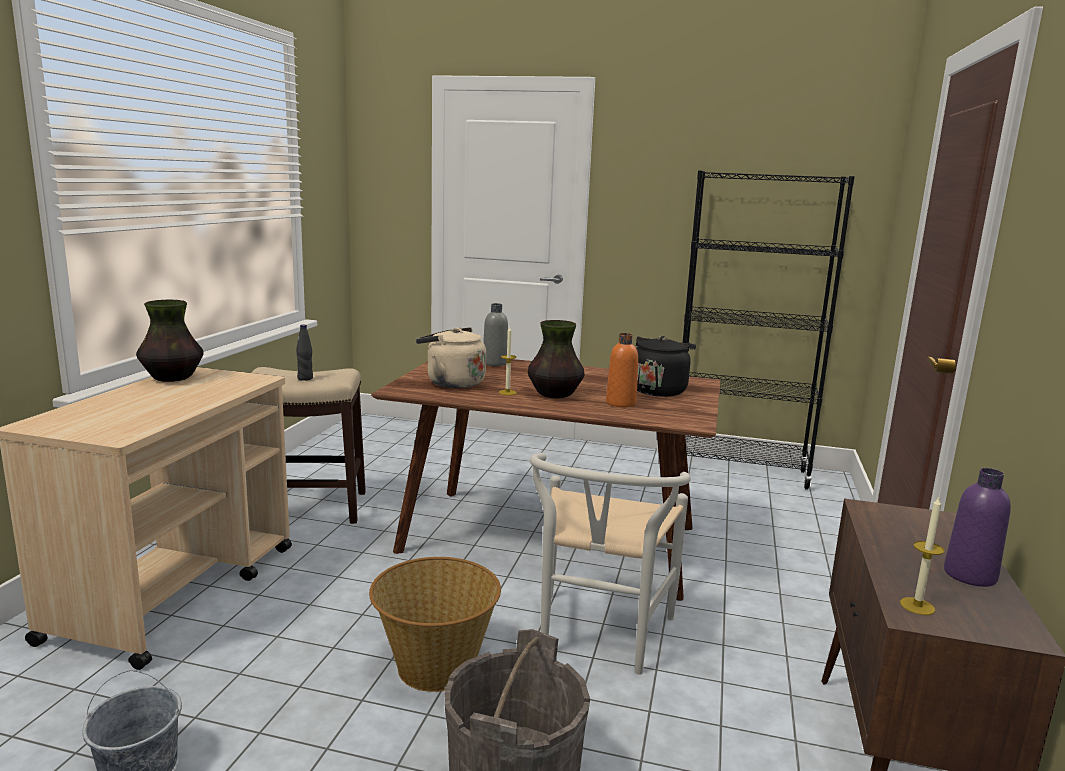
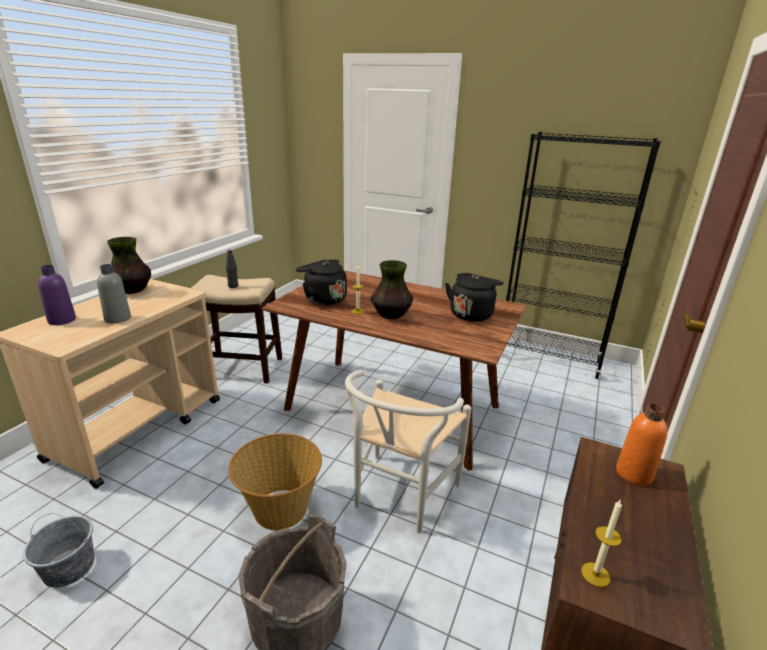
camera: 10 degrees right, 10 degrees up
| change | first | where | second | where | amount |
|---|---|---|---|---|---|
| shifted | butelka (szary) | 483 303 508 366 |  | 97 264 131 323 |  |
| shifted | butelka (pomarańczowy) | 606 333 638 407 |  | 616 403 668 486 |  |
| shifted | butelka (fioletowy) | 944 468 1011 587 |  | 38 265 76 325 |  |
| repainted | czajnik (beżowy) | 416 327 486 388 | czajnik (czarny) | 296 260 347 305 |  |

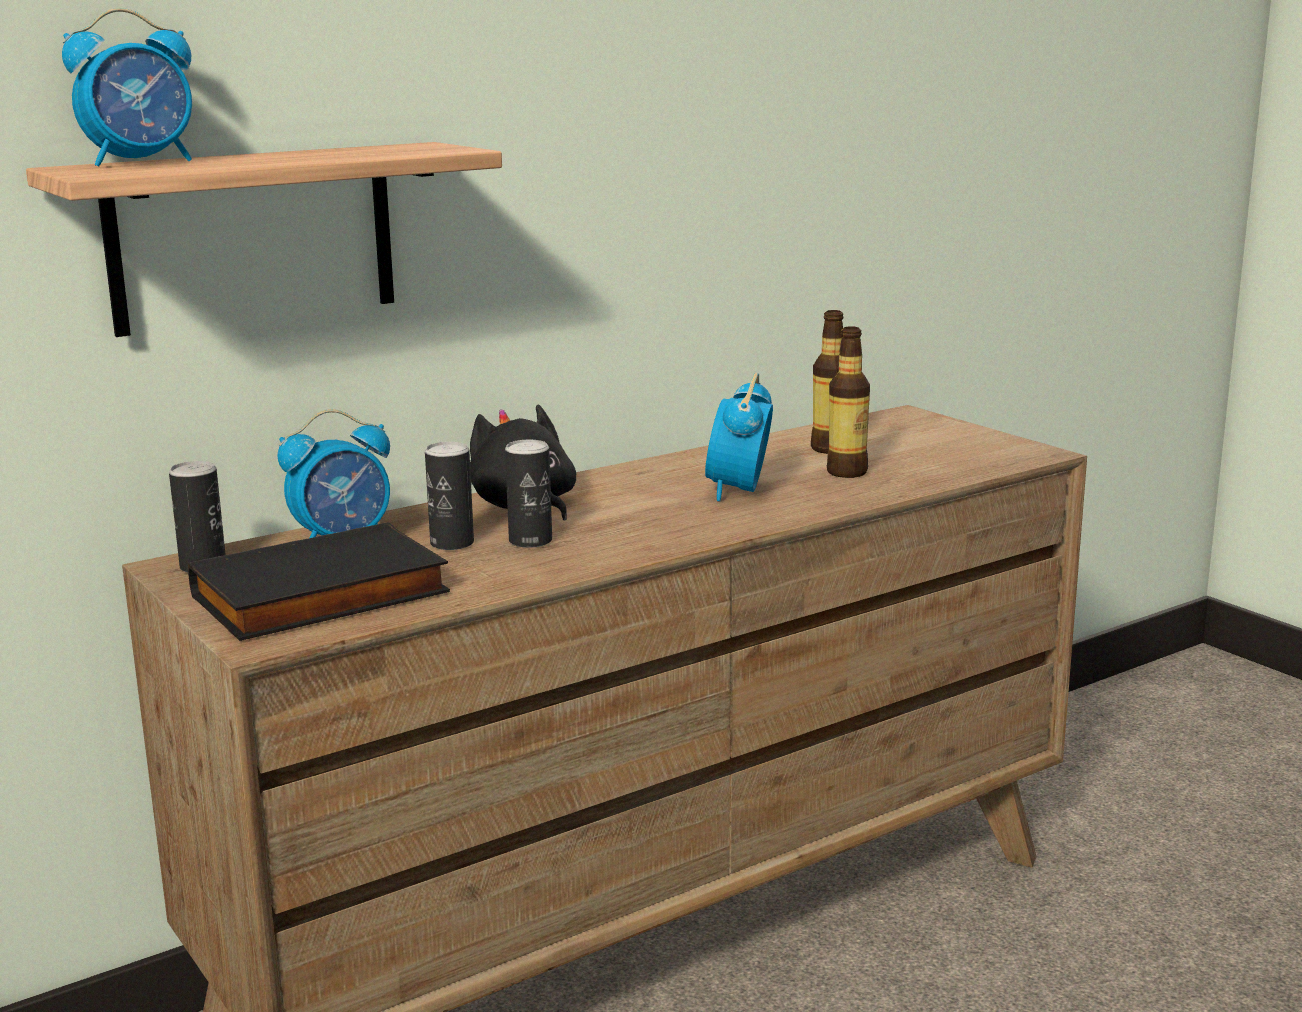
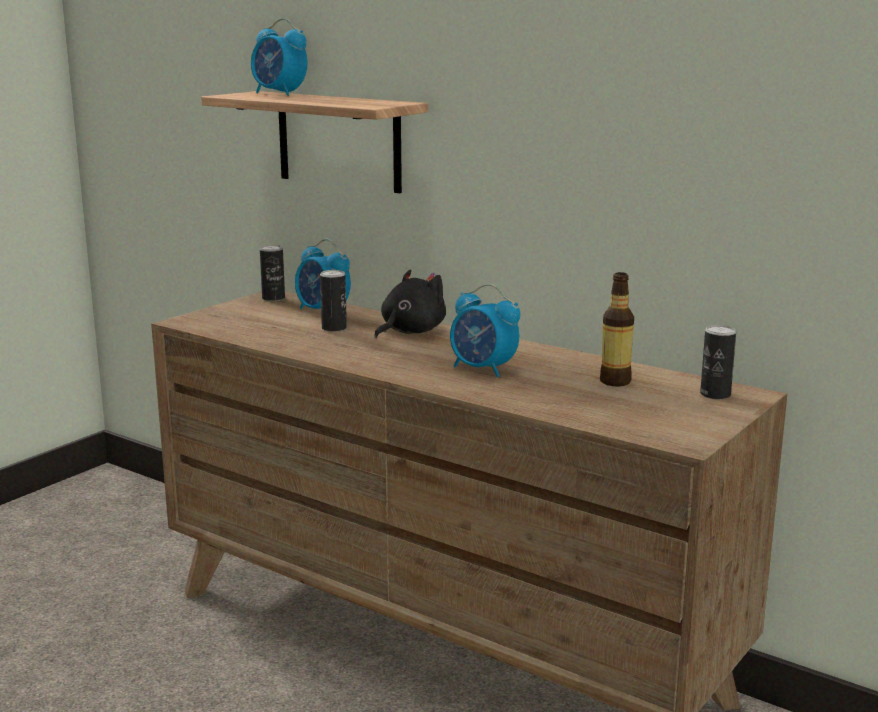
camera: 70 degrees right, 0 degrees up
| change | first | where | second | where | amount |
|---|---|---|---|---|---|
| gone | książka (czarny) | 188 522 450 641 |  |  |  |
| gone | butelka | 827 326 870 478 |  |  |  |
| shifted | puszka | 505 440 552 548 |  | 700 325 736 399 |  |
| rotated | budzik | 705 373 773 501 |  | 450 284 520 377 | 135 degrees counterclockwise |

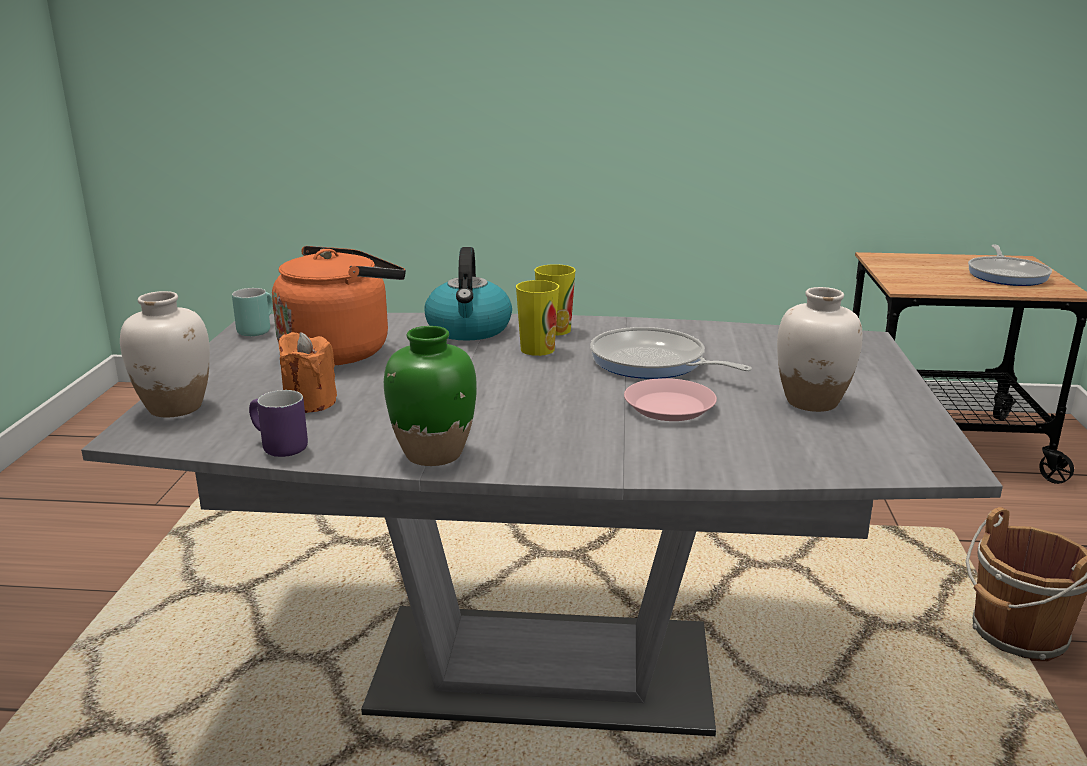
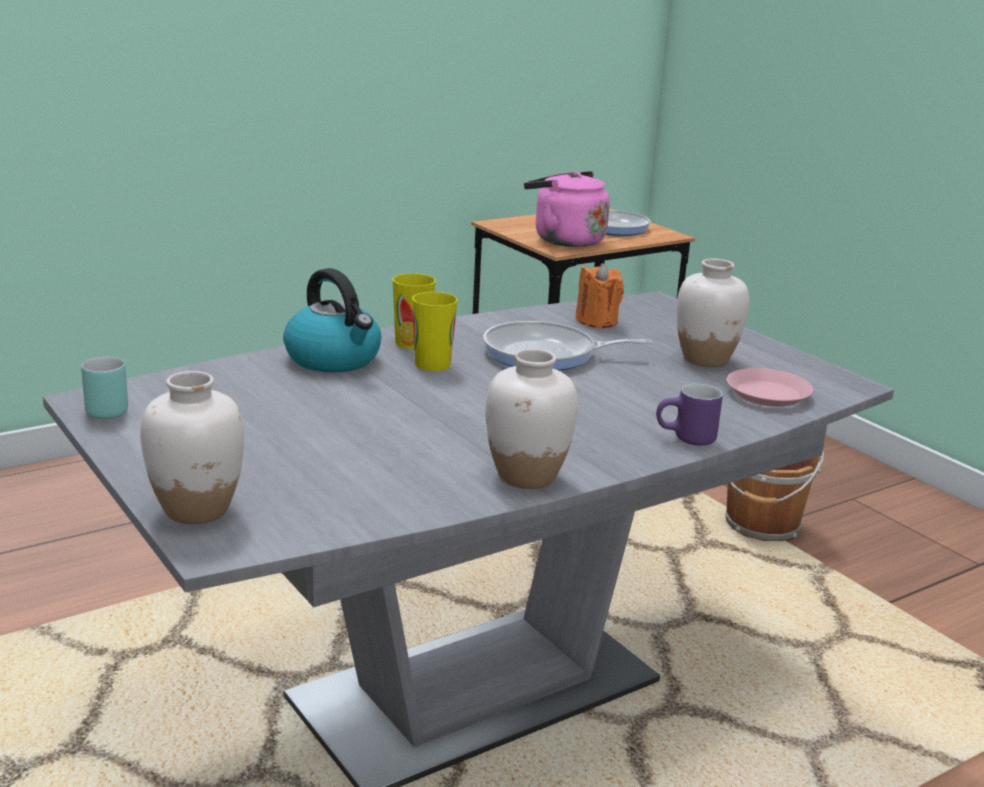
camera: 40 degrees left, 0 degrees up
| change | first | where | second | where | amount |
|---|---|---|---|---|---|
| gone | czajnik (pomarańczowy) | 272 246 406 365 |  |  |  |
| new |  |  | czajnik (różowy) | 524 171 610 247 |  |
| shifted | kubek (fioletowy) | 249 390 308 457 |  | 656 384 723 445 |  |
| shifted | świeca (pomarańczowy) | 278 332 337 413 |  | 575 263 624 328 |  |
| shifted | talerz (różowy) | 624 378 717 421 |  | 727 368 813 407 |  |
| repainted | wazon (zielony) | 384 326 477 466 | wazon (biały) | 486 349 578 489 |  |

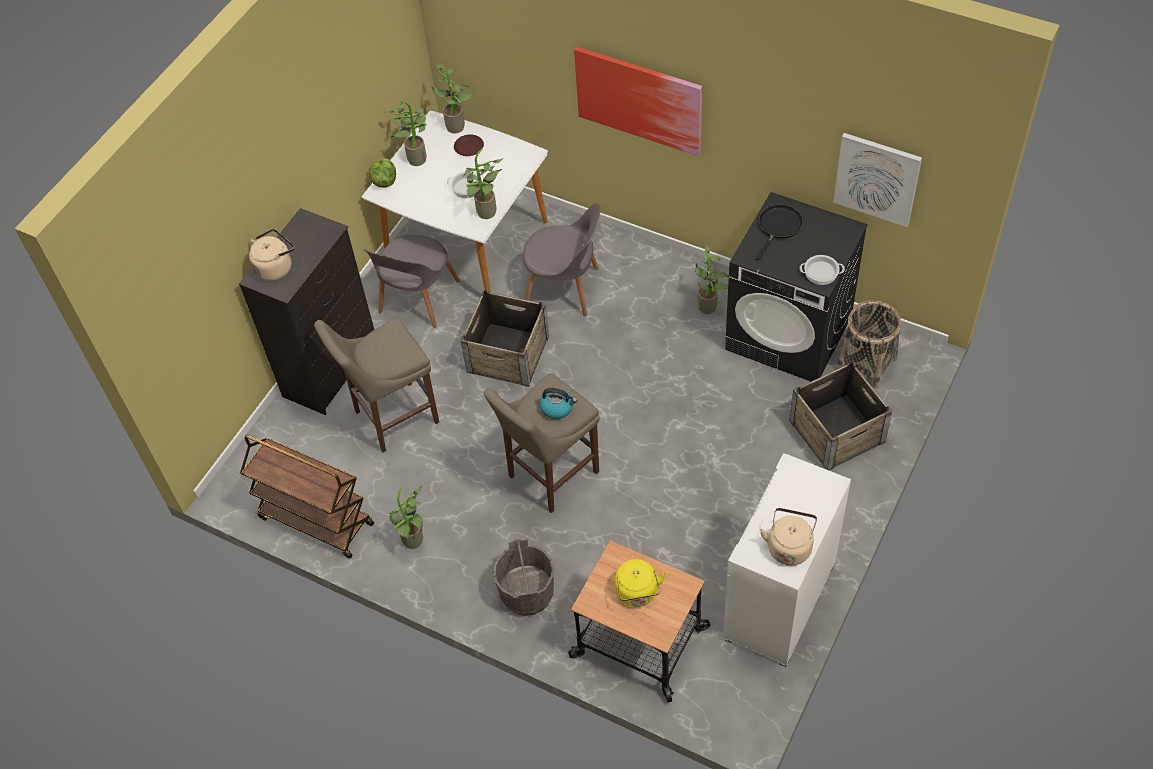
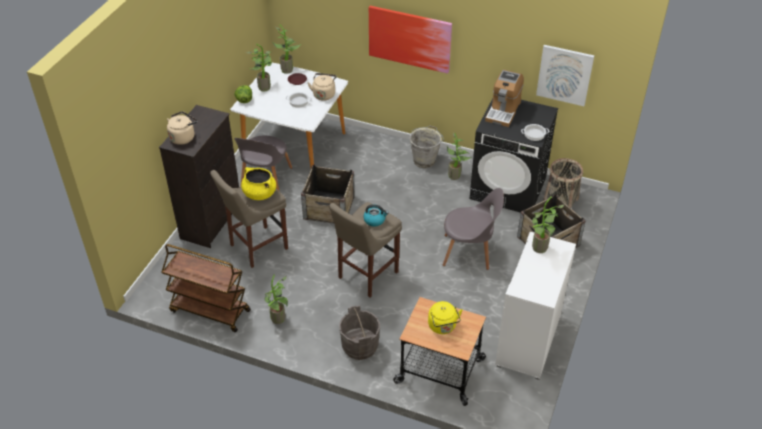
camera: 10 degrees left, 10 degrees down
| change | first | where | second | where | amount |
|---|---|---|---|---|---|
| new |  |  | garnek (żółty) | 241 167 276 200 |  |
| new |  |  | wiadro (szary) | 409 126 444 168 |  |
| shifted | roślina doniczkowa | 463 148 503 219 |  | 532 197 565 253 |  |
| shifted | krzesło (szary) | 523 203 601 316 |  | 443 188 504 270 |  |
| shifted | czajnik (beżowy) | 760 508 817 566 |  | 308 73 336 101 |  |
| swapped | patelnia (czarny) | 757 204 803 260 | ekspres do kawy | 485 70 524 127 |  |

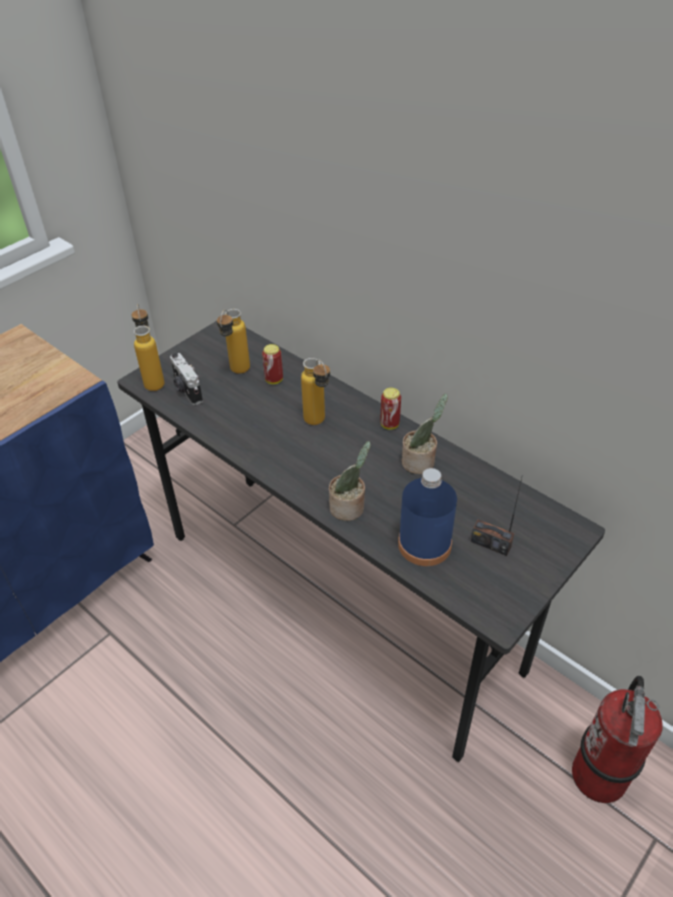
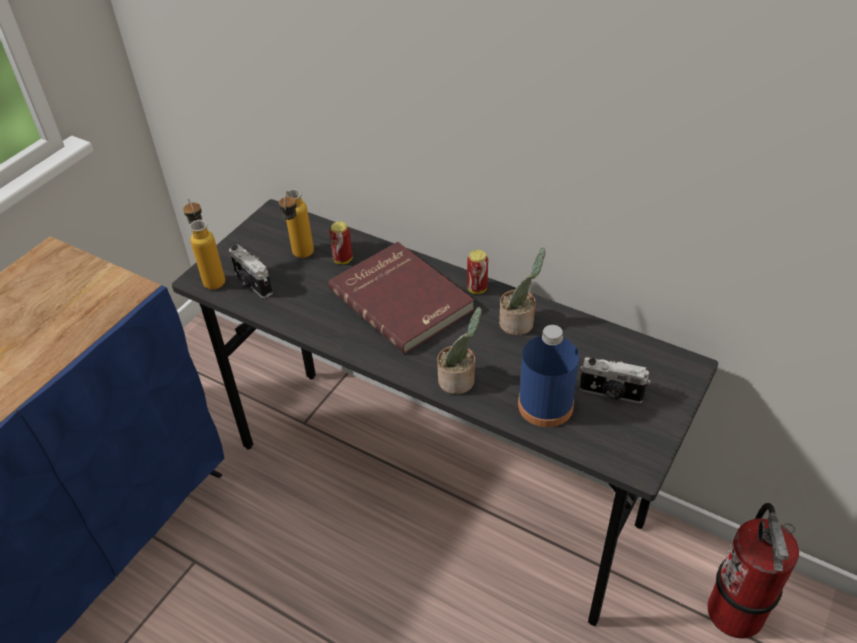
camera: 10 degrees left, 0 degrees up
| change | first | where | second | where | amount |
|---|---|---|---|---|---|
| swapped | butelka | 301 358 330 425 | książka (czerwony) | 328 242 475 354 |  |
| swapped | radio | 471 478 522 556 | aparat fotograficzny | 580 357 650 403 |  |

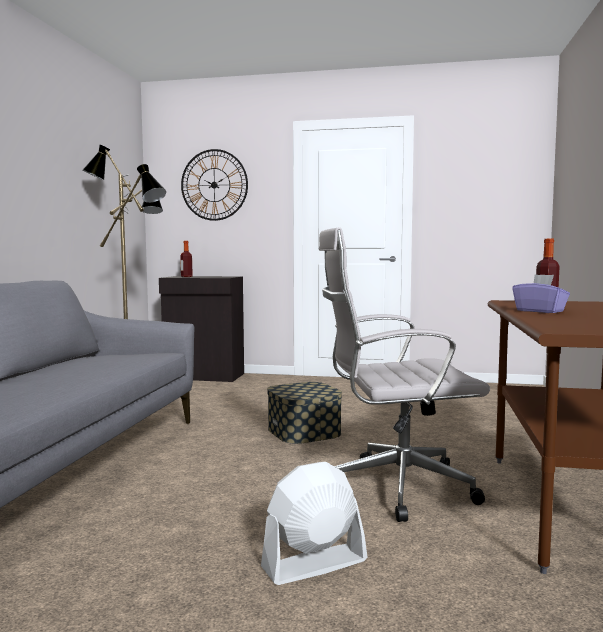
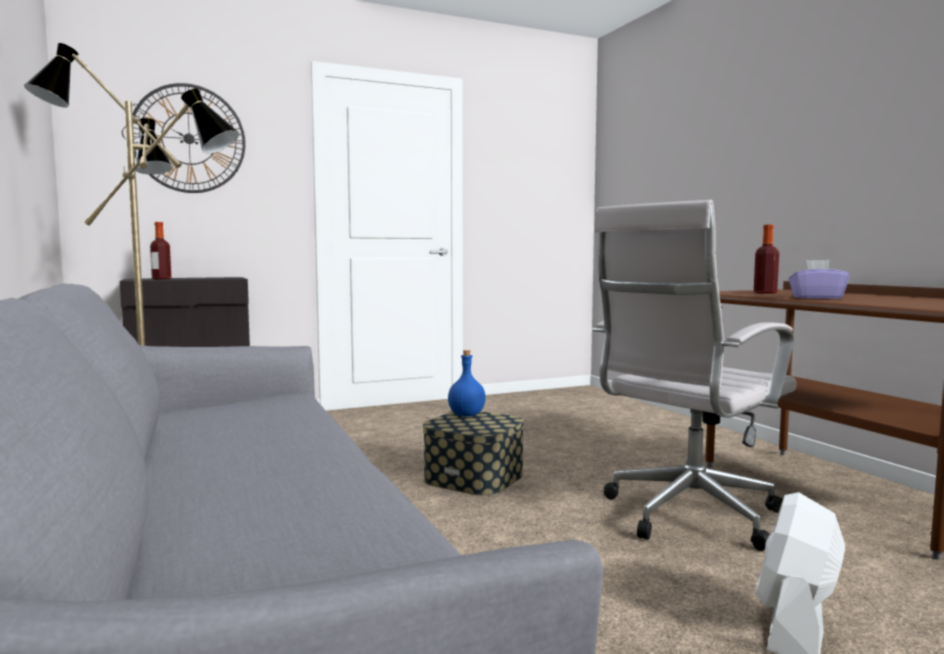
camera: 35 degrees left, 0 degrees up
| change | first | where | second | where | amount |
|---|---|---|---|---|---|
| new |  |  | butelka (niebieski) | 448 350 486 417 |  |

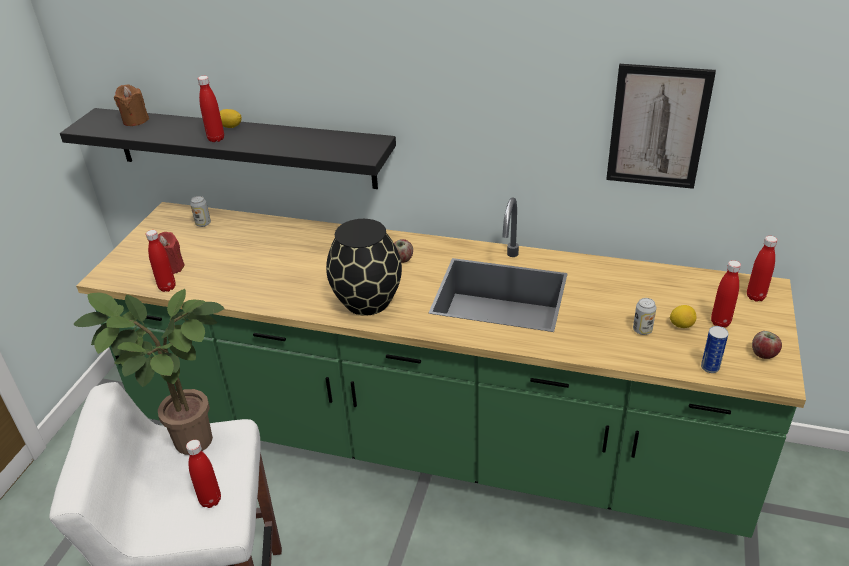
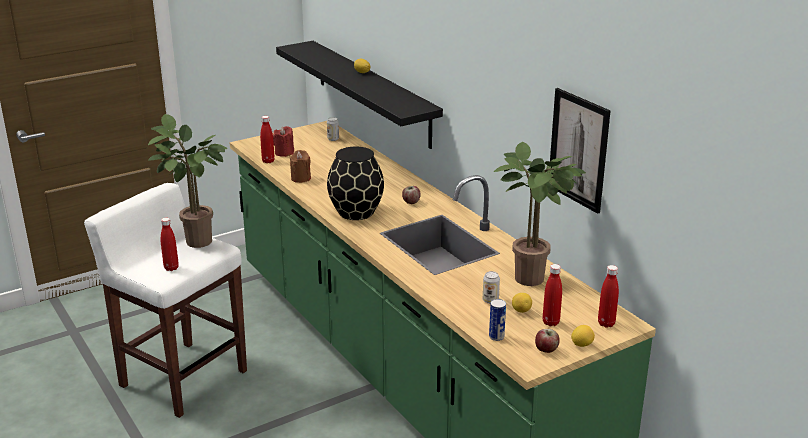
camera: 40 degrees right, 10 degrees down
| change | first | where | second | where | amount |
|---|---|---|---|---|---|
| gone | butelka (czerwony) | 198 76 224 142 |  |  |  |
| new |  |  | roślina doniczkowa | 494 142 586 286 |  |
| new |  |  | cytryna | 571 325 595 347 |  |
| shifted | świeca (brązowy) | 114 85 149 126 |  | 289 150 311 183 |  |

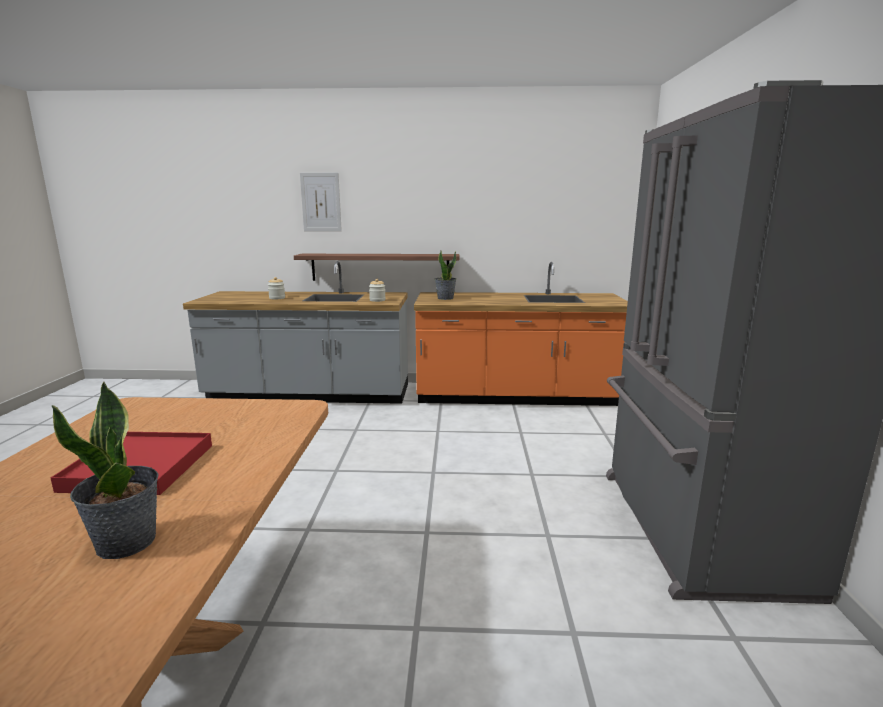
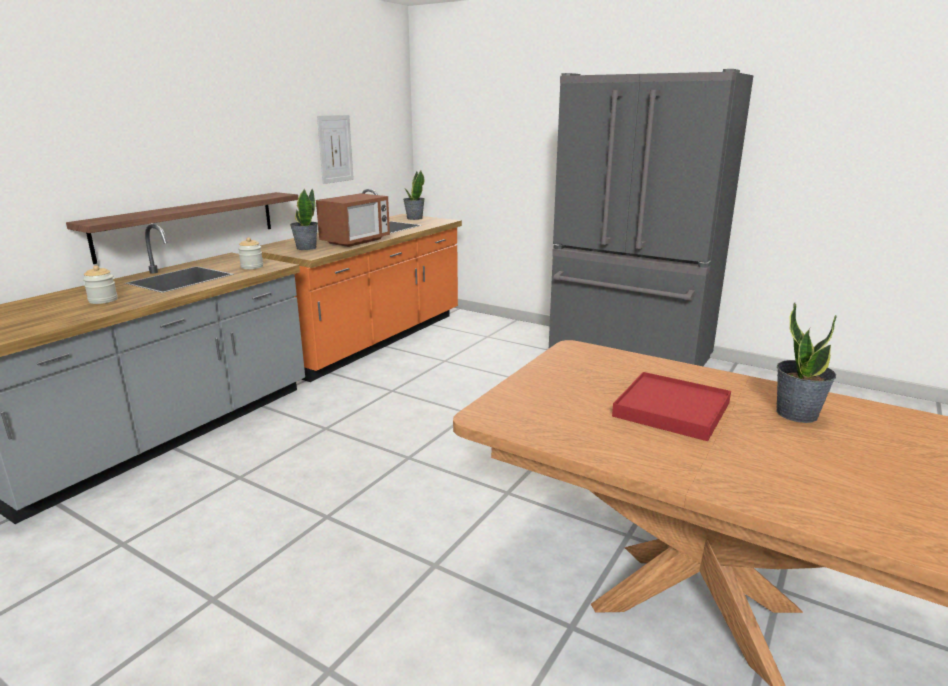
camera: 60 degrees left, 5 degrees up
| change | first | where | second | where | amount |
|---|---|---|---|---|---|
| new |  |  | mikrofalówka | 316 193 390 247 |  |
| new |  |  | roślina doniczkowa | 403 171 425 220 |  |
| shifted | obraz | 300 173 342 231 |  | 317 115 354 184 |  |

